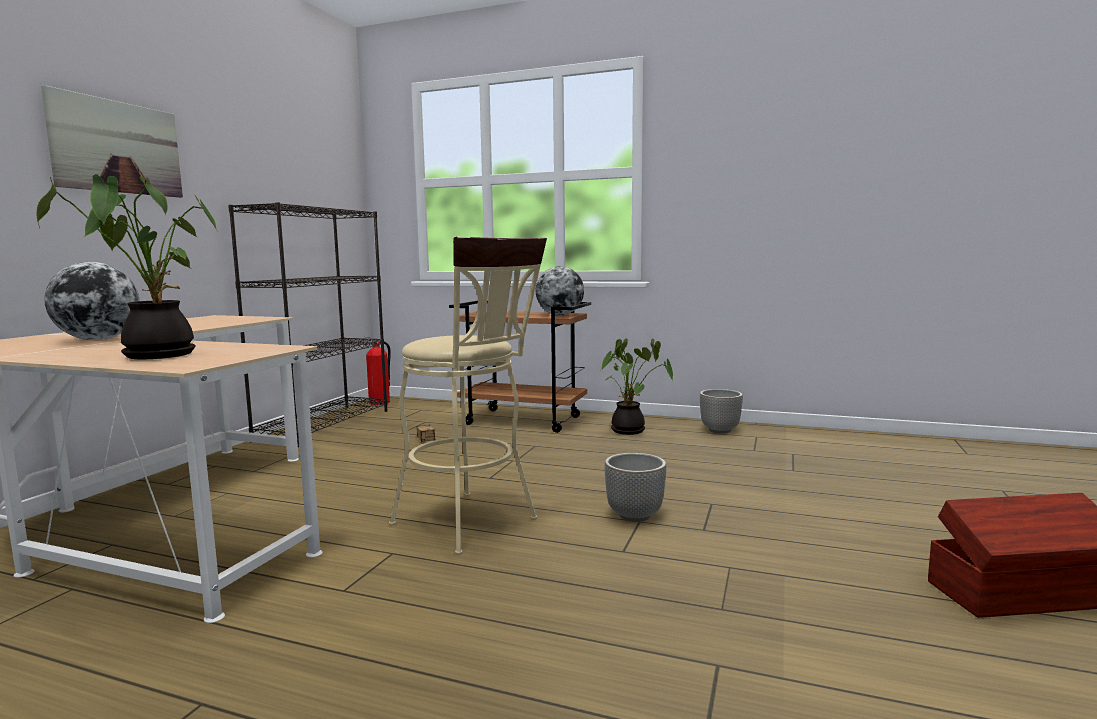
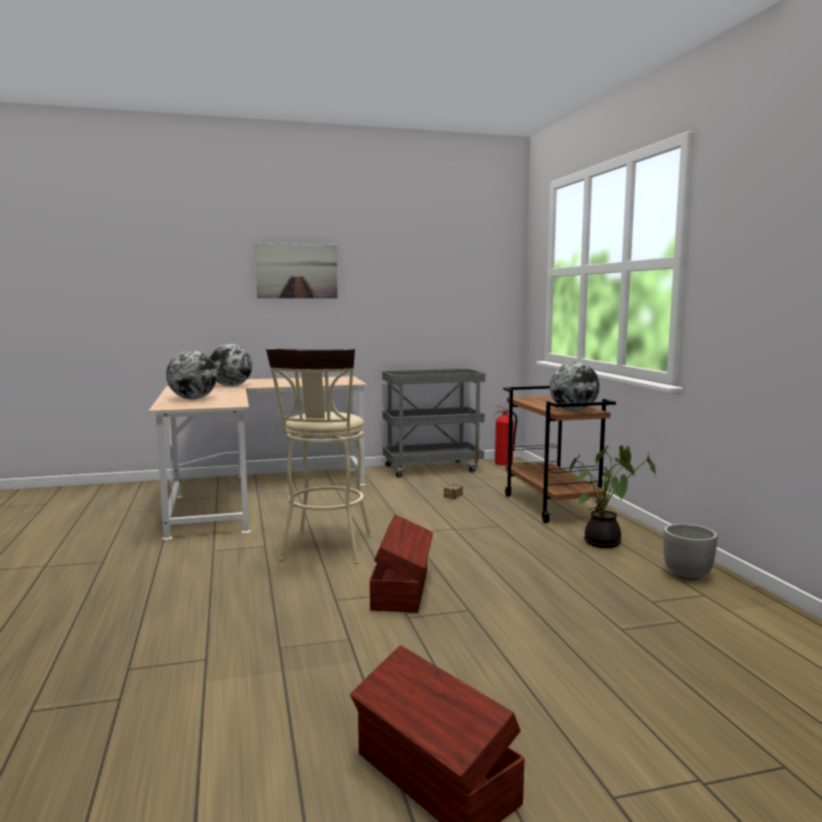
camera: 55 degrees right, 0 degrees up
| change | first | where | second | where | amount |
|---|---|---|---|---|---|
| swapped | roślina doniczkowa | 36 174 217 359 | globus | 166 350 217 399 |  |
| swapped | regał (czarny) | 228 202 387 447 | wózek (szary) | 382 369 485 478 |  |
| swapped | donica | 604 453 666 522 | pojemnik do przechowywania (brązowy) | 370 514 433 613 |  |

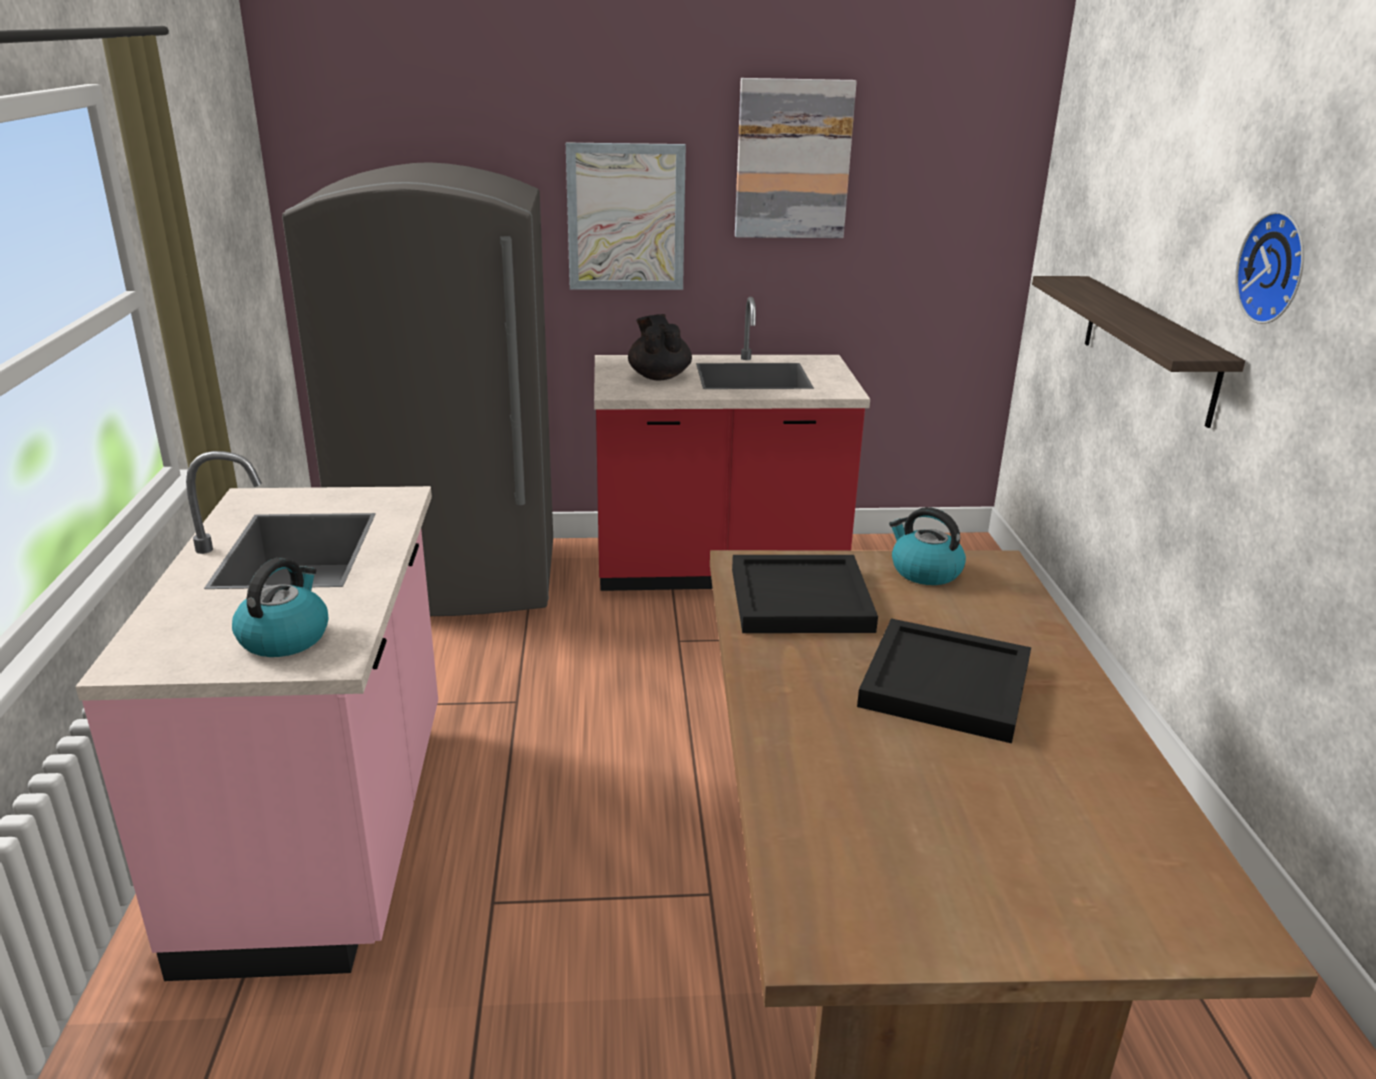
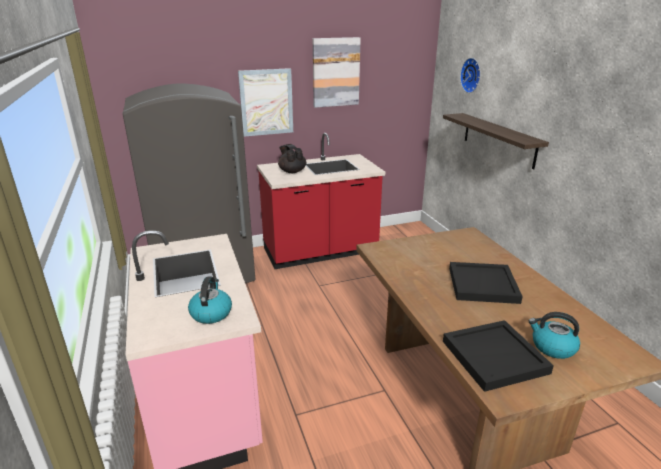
camera: 15 degrees left, 0 degrees up
| change | first | where | second | where | amount |
|---|---|---|---|---|---|
| shifted | taca (czarny) | 732 555 878 633 |  | 443 320 554 392 |  |
| shifted | czajnik | 889 507 966 585 |  | 529 312 580 359 |  |
| shifted | zegar ścienny | 1235 211 1304 324 |  | 460 58 481 93 |  |

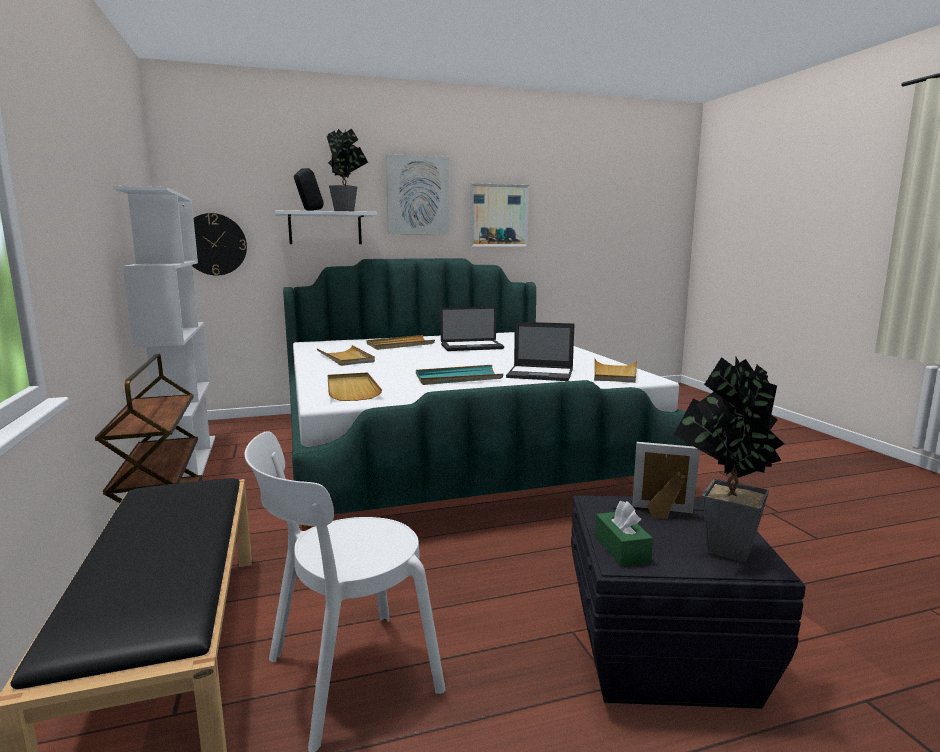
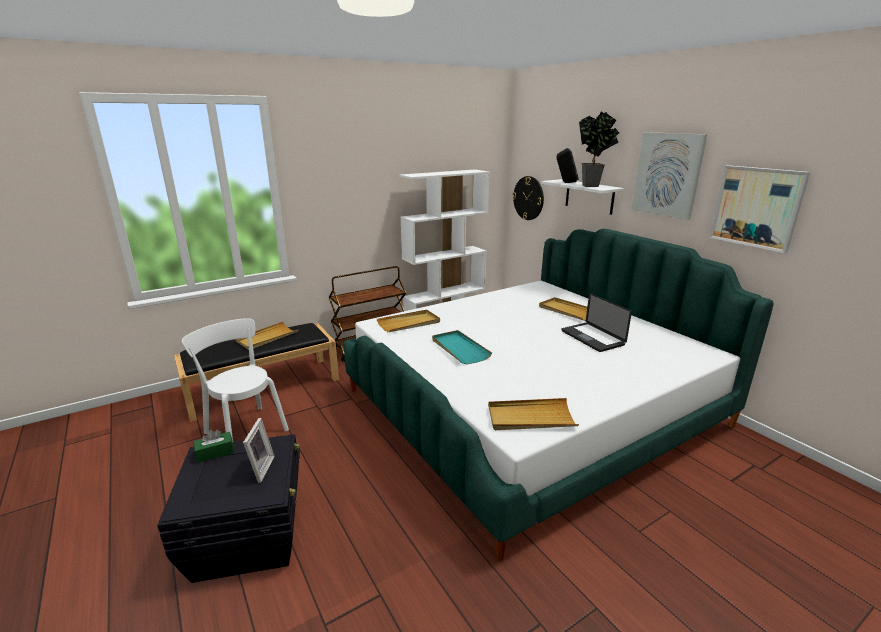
camera: 75 degrees right, 10 degrees up
| change | first | where | second | where | amount |
|---|---|---|---|---|---|
| gone | laptop | 506 322 574 381 |  |  |  |
| gone | roślina doniczkowa | 674 357 784 562 |  |  |  |
| shifted | taca (beżowy) | 316 345 375 366 |  | 235 321 298 350 |  |

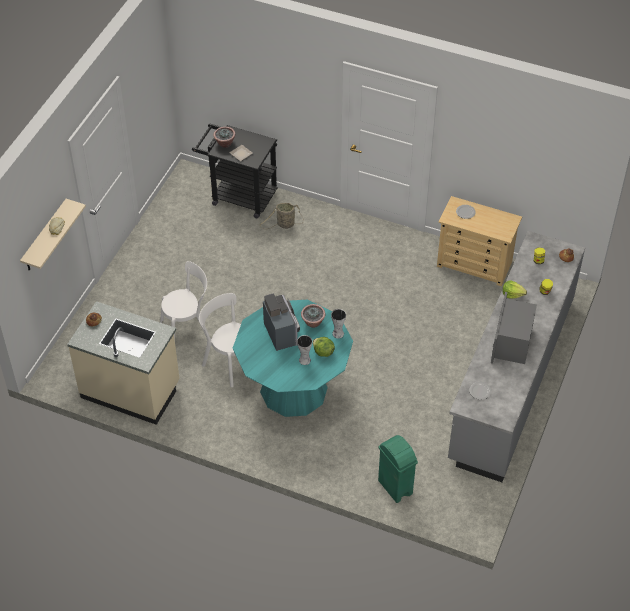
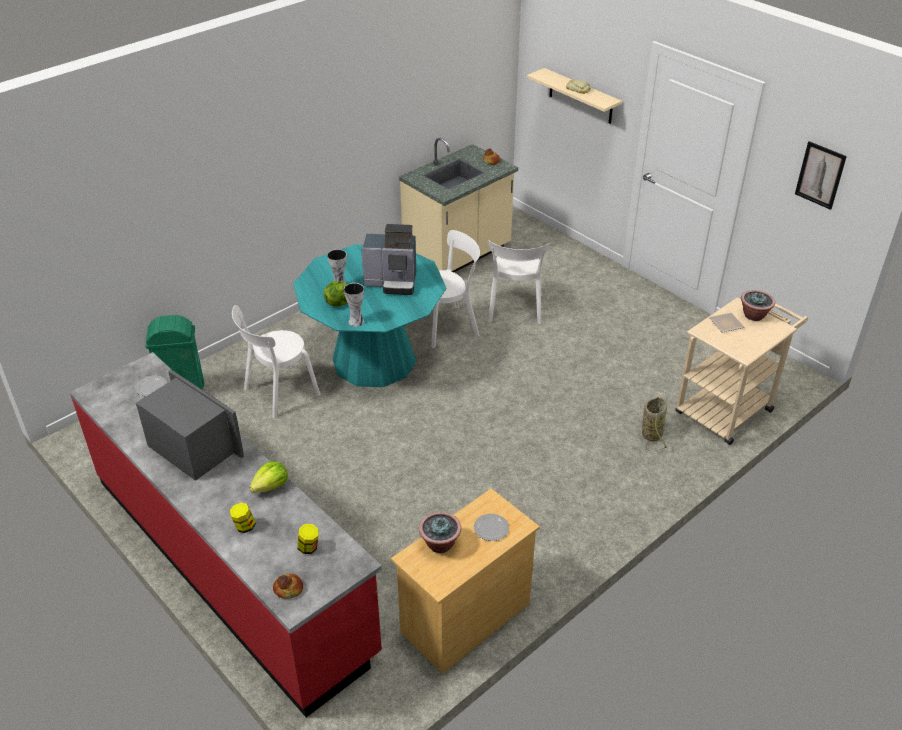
camera: 115 degrees right, 10 degrees down
| change | first | where | second | where | amount |
|---|---|---|---|---|---|
| new |  |  | krzesło (biały) | 232 305 320 419 |  |
| new |  |  | obraz | 795 141 847 210 |  |
| shifted | roślina doniczkowa | 301 304 325 328 |  | 419 512 461 553 |  |
| repainted | wózek (czarny) | 192 124 278 218 | wózek (beżowy) | 675 297 808 445 |  |
| repainted | zabudowa kuchenna (szary) | 448 231 585 482 | zabudowa kuchenna (czerwony) | 70 352 382 717 |  |

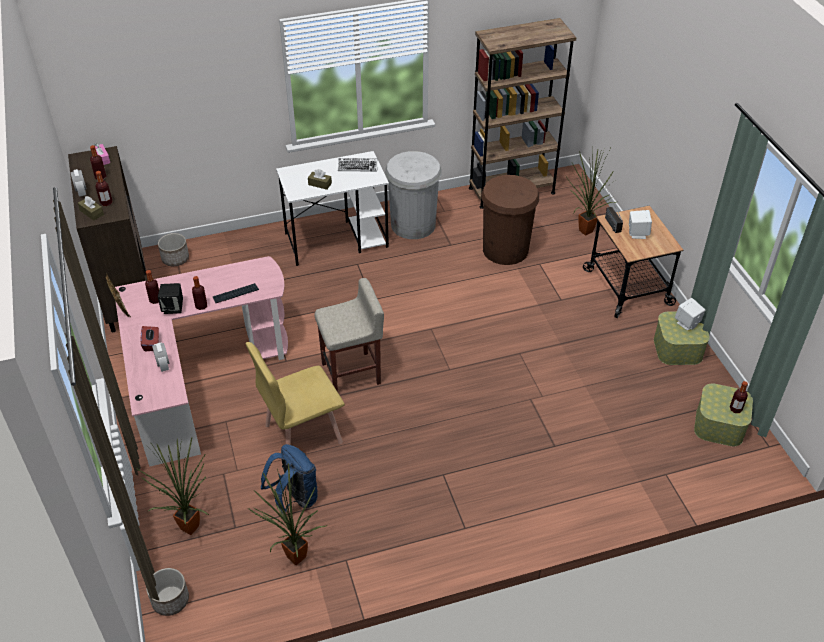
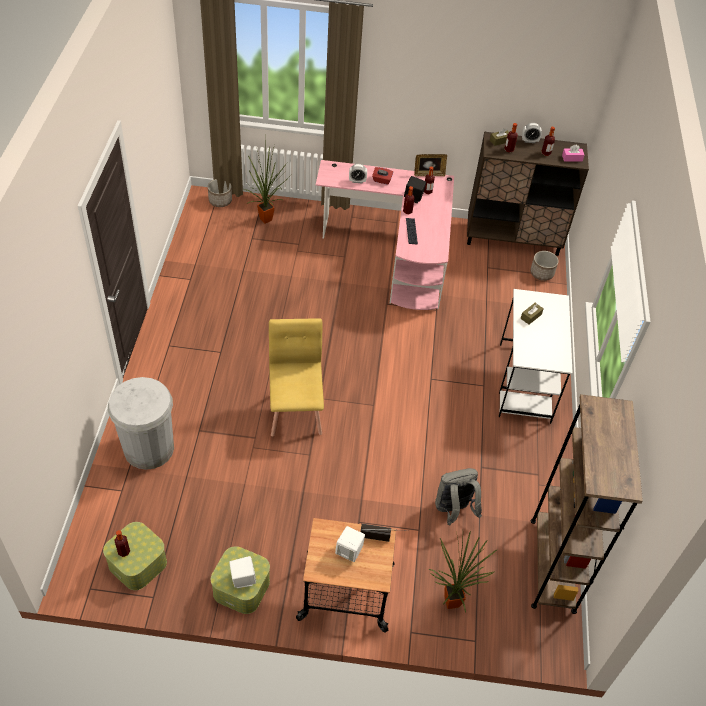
camera: 110 degrees right, 5 degrees up
| change | first | where | second | where | amount |
|---|---|---|---|---|---|
| gone | roślina doniczkowa | 248 463 327 565 |  |  |  |
| gone | plecak (niebieski) | 261 444 318 515 |  |  |  |
| gone | stołek (beżowy) | 315 278 384 392 |  |  |  |
| gone | klawiatura | 338 158 378 172 |  |  |  |
| shifted | krzesło (żółty) | 246 342 345 445 |  | 269 318 324 437 |  |
| shifted | kosz na śmieci (biały) | 385 151 442 239 |  | 108 377 174 470 |  |
| swapped | kosz na śmieci (brązowy) | 481 175 539 265 | plecak (szary) | 435 468 482 525 |  |

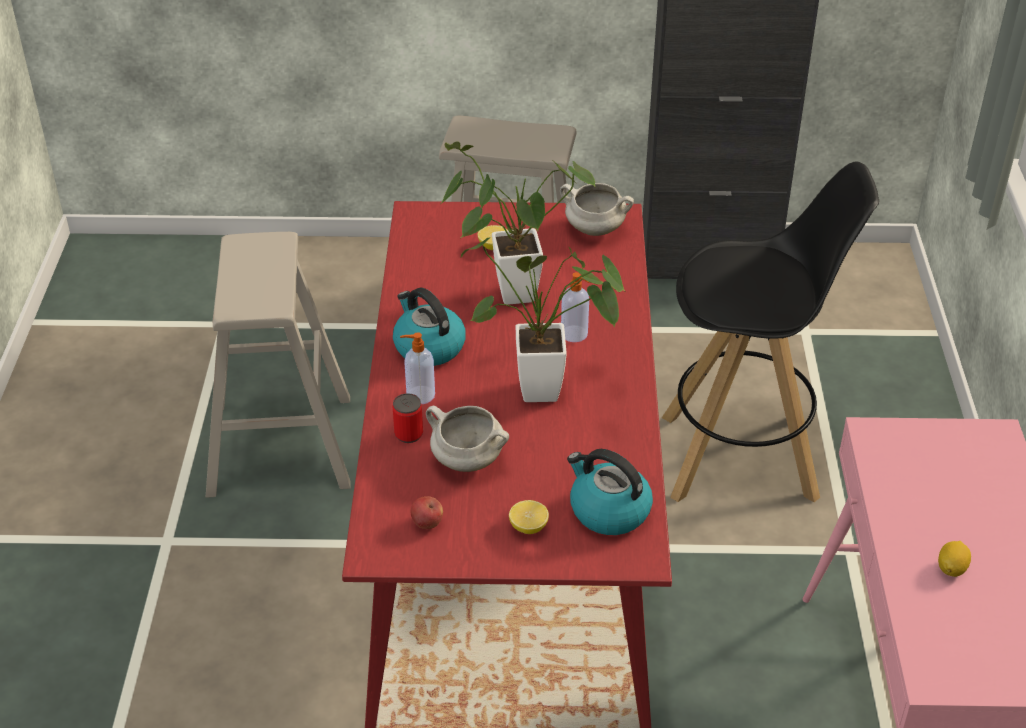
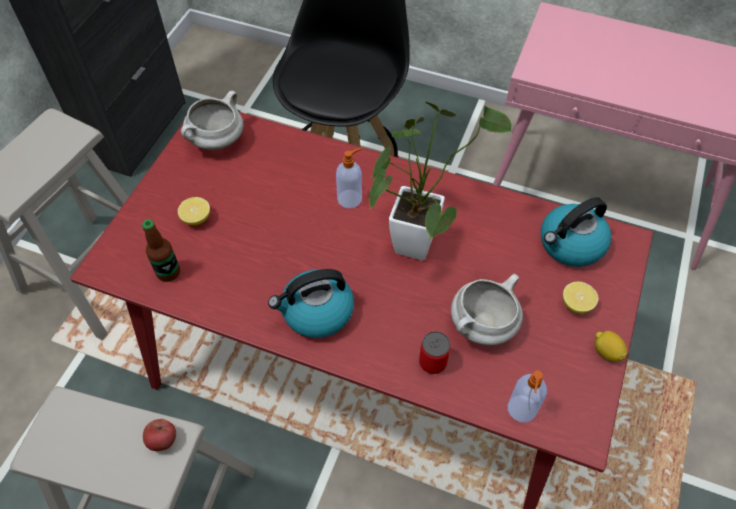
camera: 70 degrees left, 15 degrees up
| change | first | where | second | where | amount |
|---|---|---|---|---|---|
| gone | roślina doniczkowa | 441 142 595 305 |  |  |  |
| new |  |  | butelka | 142 219 180 282 |  |
| shifted | dozownik mydła | 400 332 435 404 |  | 508 370 547 423 |  |
| shifted | jabłko | 411 496 443 529 |  | 143 419 176 451 |  |
| shifted | cytryna | 938 541 971 577 |  | 594 331 627 362 |  |

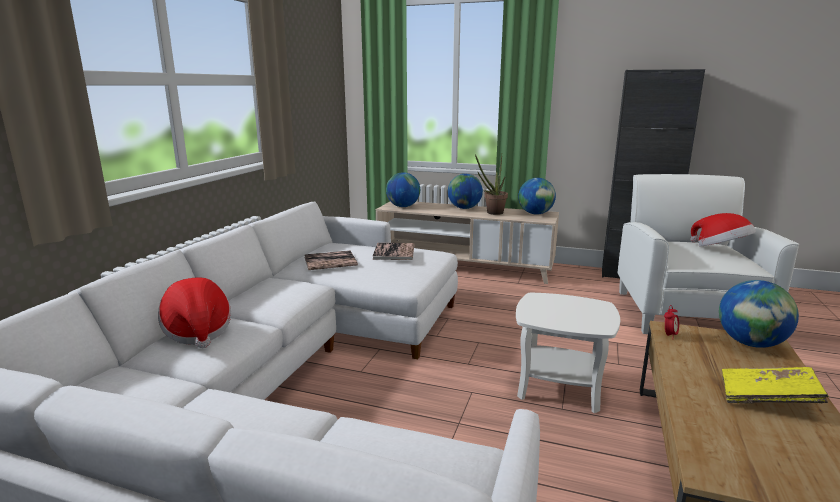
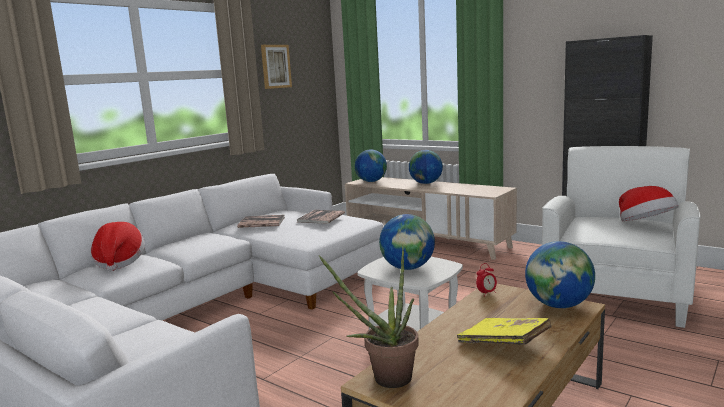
camera: 20 degrees right, 5 degrees down
| change | first | where | second | where | amount |
|---|---|---|---|---|---|
| new |  |  | obraz | 261 45 292 89 |  |
| shifted | roślina doniczkowa | 475 154 508 215 |  | 319 245 419 388 |  |
| shifted | globus | 518 178 556 215 |  | 379 214 435 270 |  |

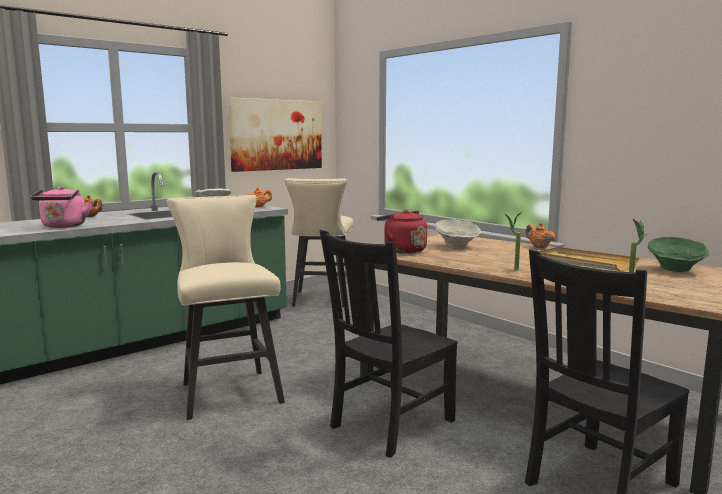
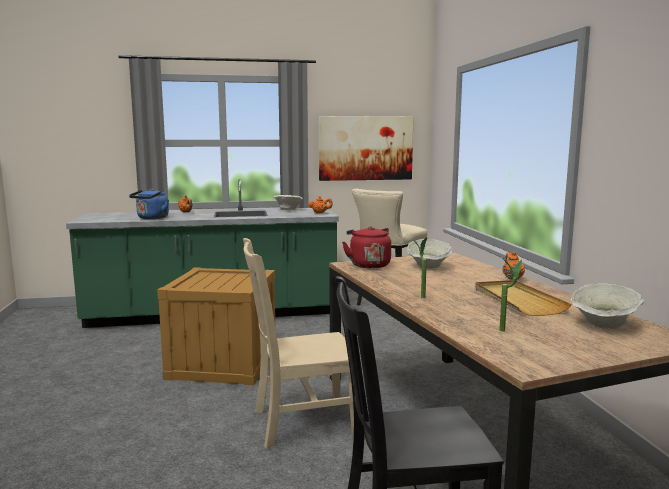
camera: 30 degrees right, 0 degrees up
| change | first | where | second | where | amount |
|---|---|---|---|---|---|
| swapped | stołek (beżowy) | 167 195 285 420 | skrzynka | 157 267 275 385 |  |
| repainted | czajnik (różowy) | 31 186 92 228 | czajnik (niebieski) | 129 188 169 219 |  |
| repainted | krzesło (czarny) | 320 230 458 458 | krzesło (beżowy) | 243 238 361 448 |  |
| repainted | miska (zielony) | 648 237 710 272 | miska (beżowy) | 571 283 644 329 |  |

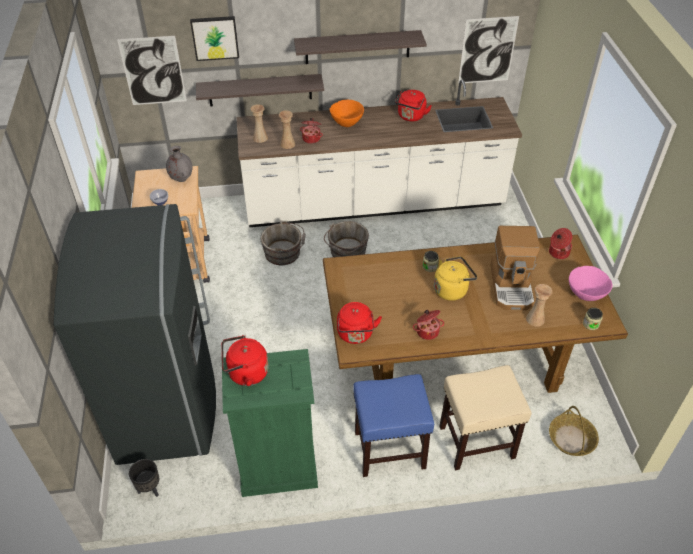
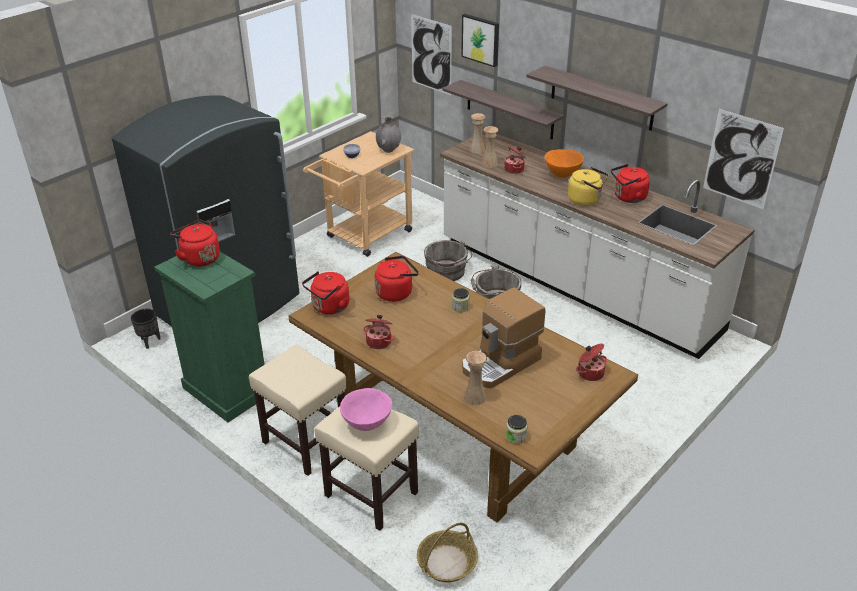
camera: 50 degrees right, 10 degrees down
| change | first | where | second | where | amount |
|---|---|---|---|---|---|
| new |  |  | czajnik (czerwony) | 375 256 419 302 |  |
| shifted | czajnik (żółty) | 434 256 477 301 |  | 568 167 608 206 |  |
| shifted | miska (różowy) | 569 266 613 301 |  | 340 388 392 431 |  |
| repainted | stołek (niebieski) | 353 374 434 477 | stołek (beżowy) | 249 345 346 476 |  |

